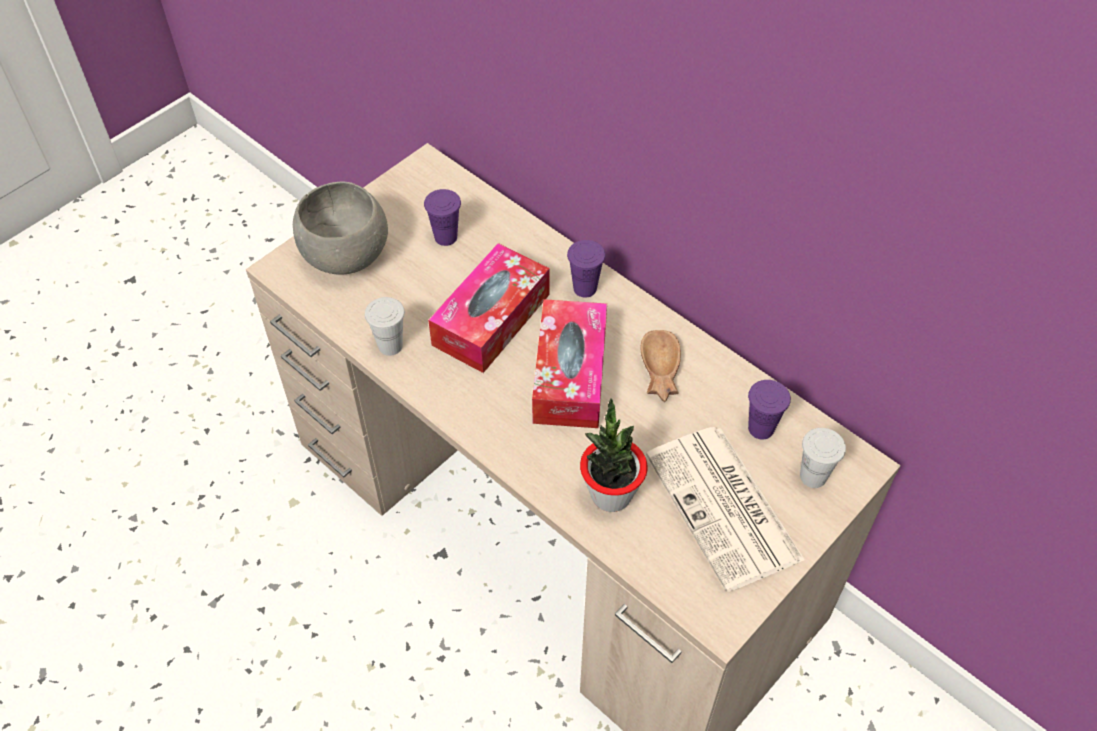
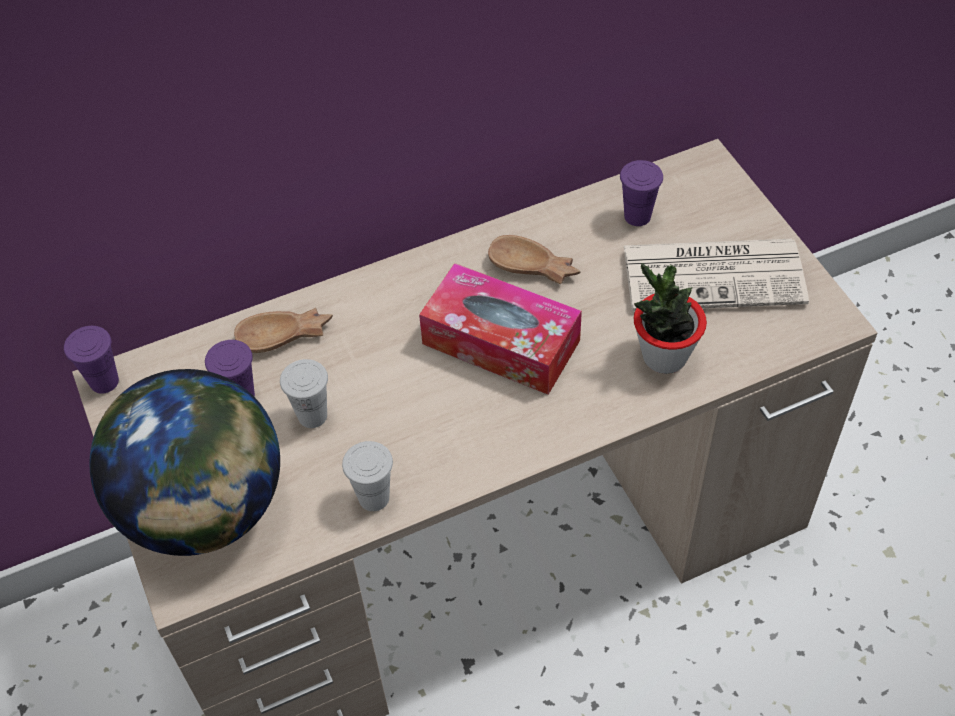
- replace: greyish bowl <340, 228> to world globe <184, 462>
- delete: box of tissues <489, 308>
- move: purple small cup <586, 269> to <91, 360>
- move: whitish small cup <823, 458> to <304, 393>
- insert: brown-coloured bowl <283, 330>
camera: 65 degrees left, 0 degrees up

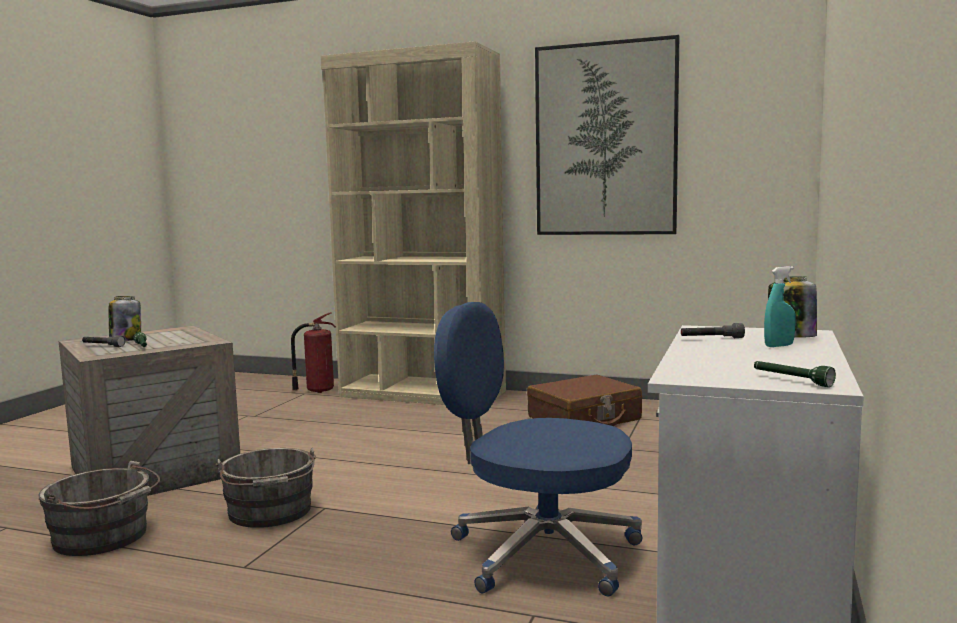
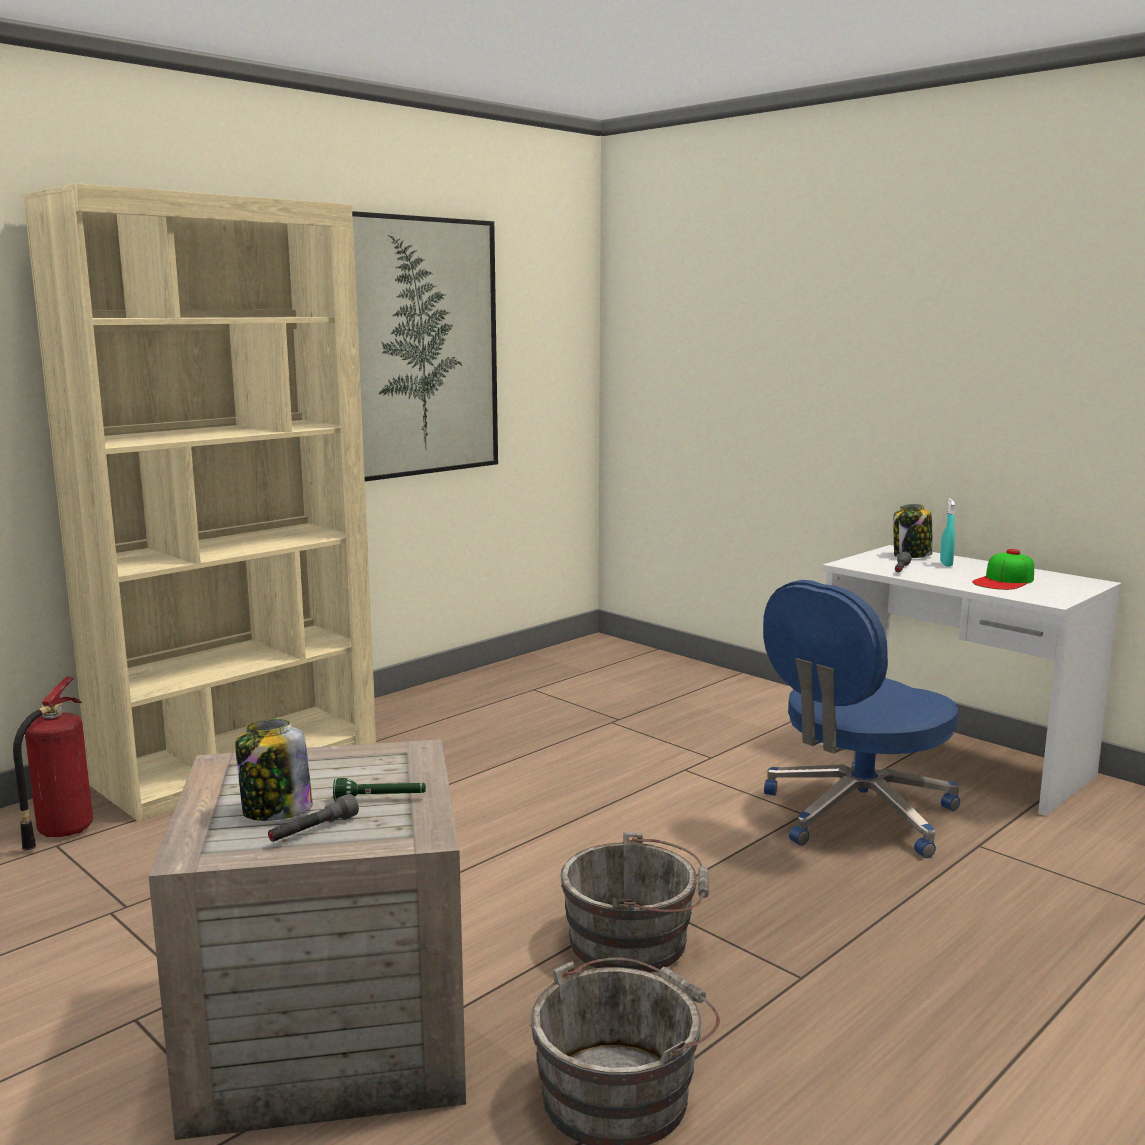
- delete: brown-coloured suitcase <584, 400>
- delete: green flashlight <795, 374>
- insert: baseball cap <1003, 569>
camera: 65 degrees left, 5 degrees up

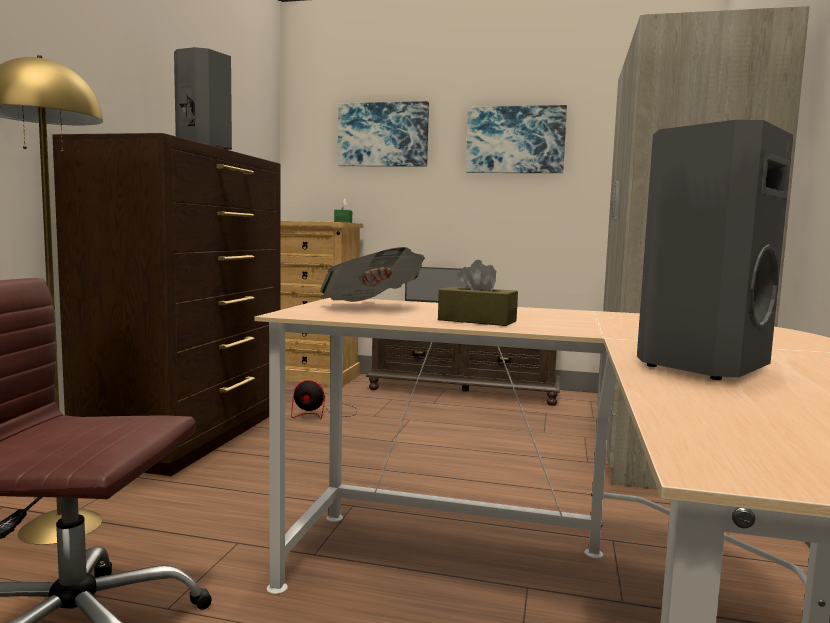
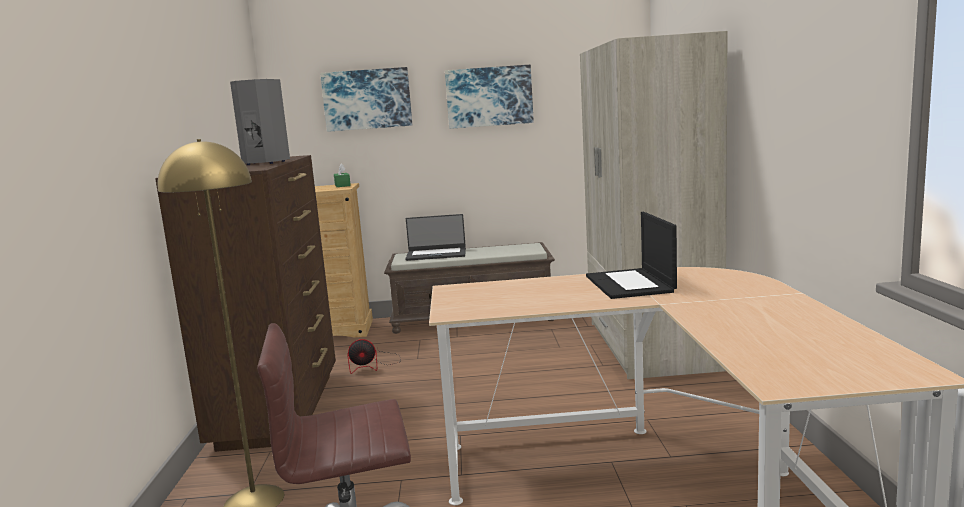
- delete: newspaper <372, 274>
- delete: brown-coloured box of tissues <478, 293>
- delete: greyish audio speaker <715, 250>
- insert: notebook computer <631, 255>
camera: 15 degrees left, 5 degrees up

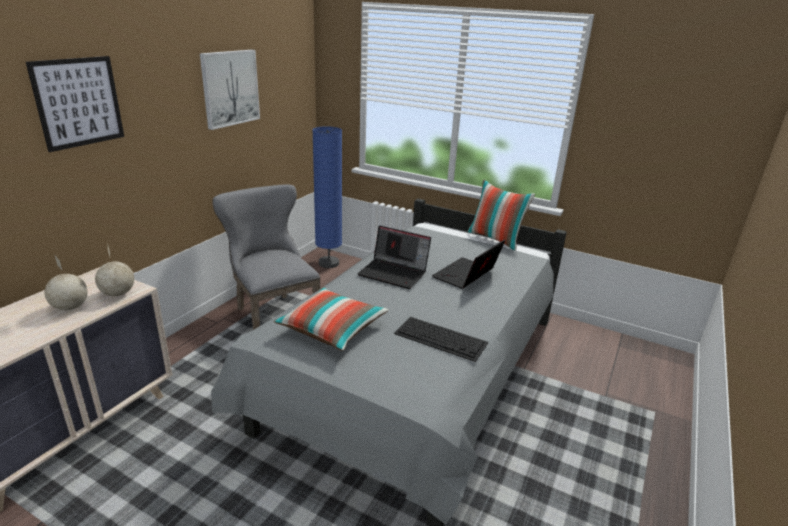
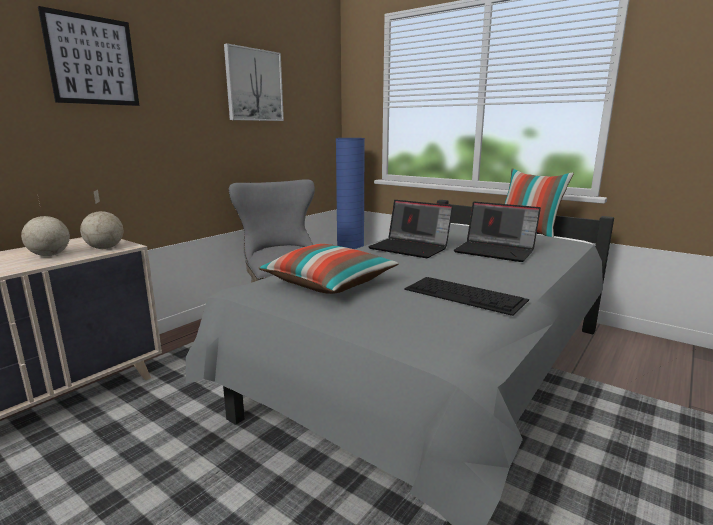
- rotate: notebook computer <469, 264> = <497, 232> 105 degrees counterclockwise
camera: 10 degrees right, 10 degrees down

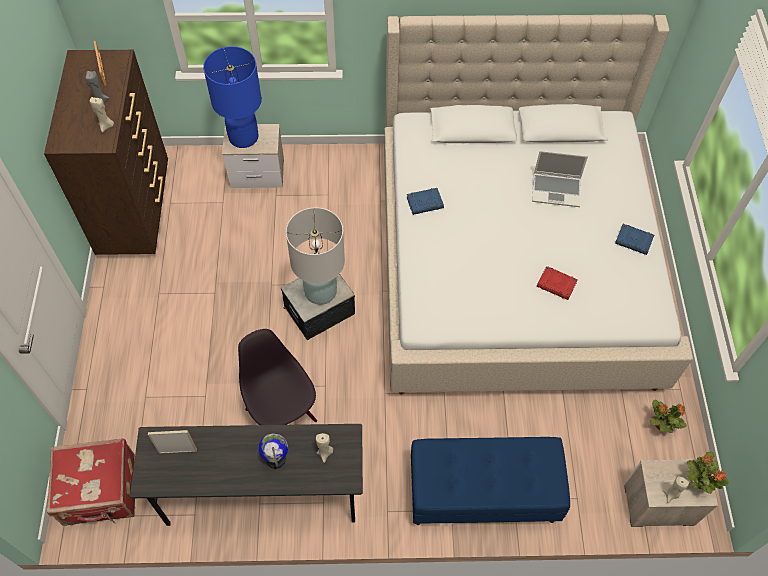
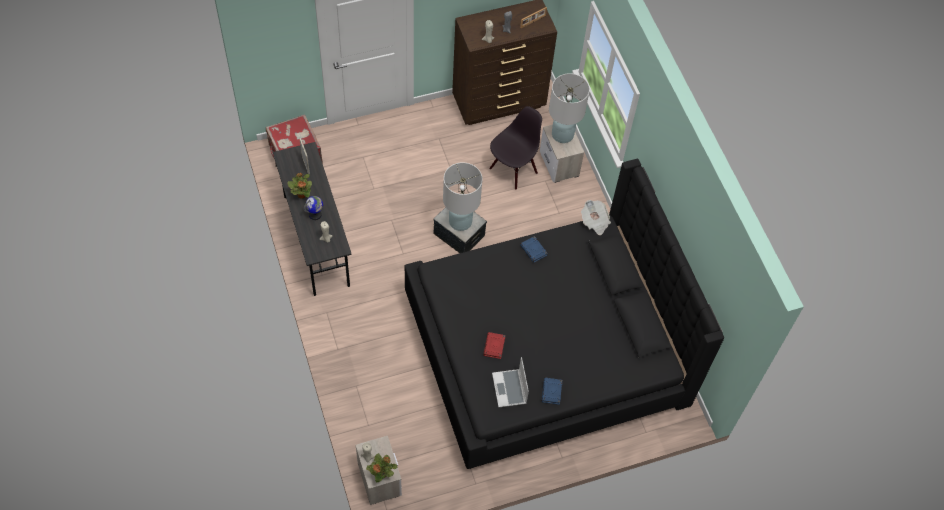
- recolor: blue tabletop lamp <232, 97> to whitish tabletop lamp <569, 108>
- move: black-coloured chair <277, 377> to <515, 148>
- recolor: beige sleeping bed <538, 204> to black-coloured sleeping bed <564, 314>
- delete: blue long seat <490, 481>
- move: notebook computer <560, 179> to <510, 382>
- move: plant in a pot <668, 416> to <299, 186>
- insert: newspaper <596, 217>
camera: 70 degrees right, 0 degrees up

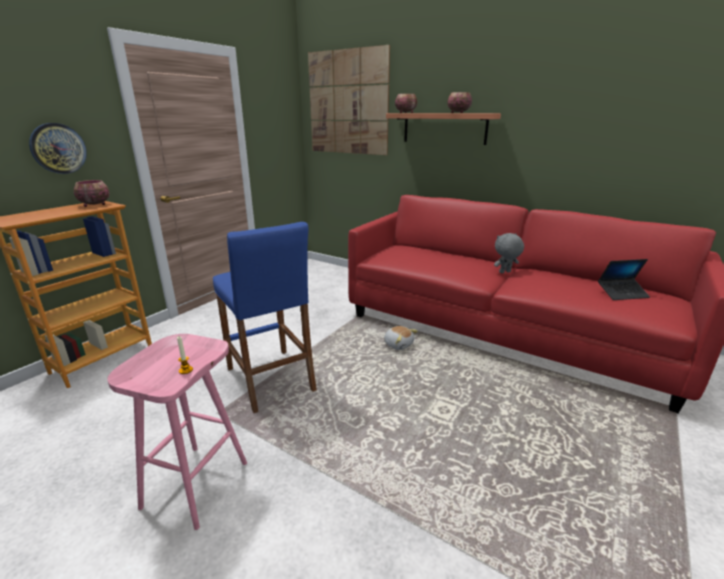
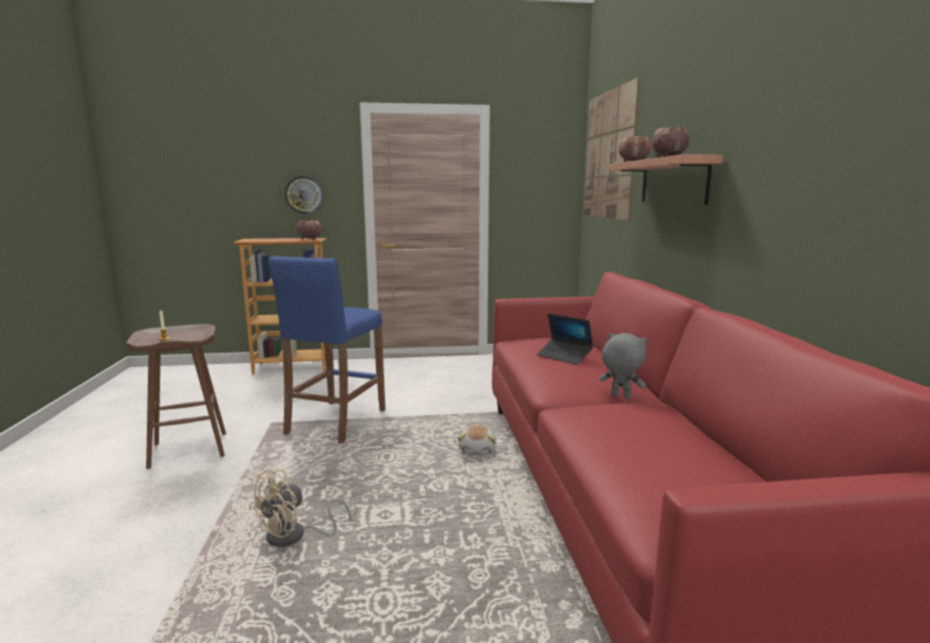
- recolor: pink stool <177, 432> to brown-coloured stool <176, 396>
- move: notebook computer <624, 279> to <565, 339>
- insert: beige fan <300, 508>
camera: 50 degrees right, 10 degrees down

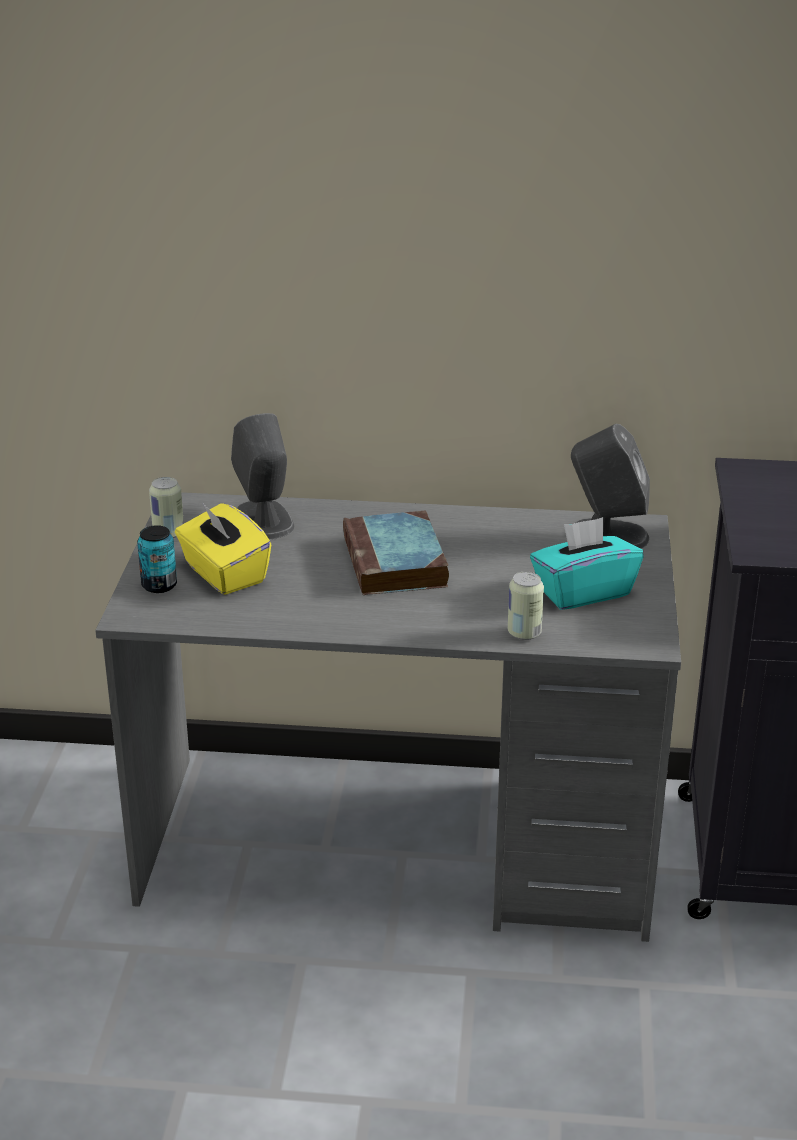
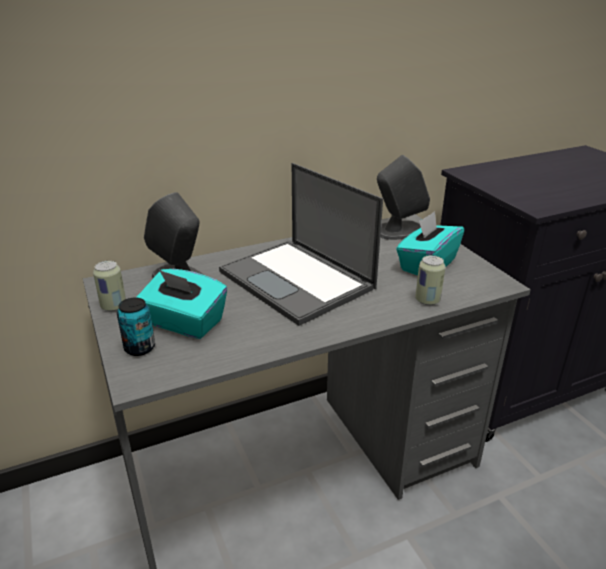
- recolor: yellow box of tissues <223, 548> to turquoise-coloured box of tissues <181, 304>
- replace: volume <396, 553> to notebook computer <301, 244>
camera: 30 degrees left, 0 degrees up

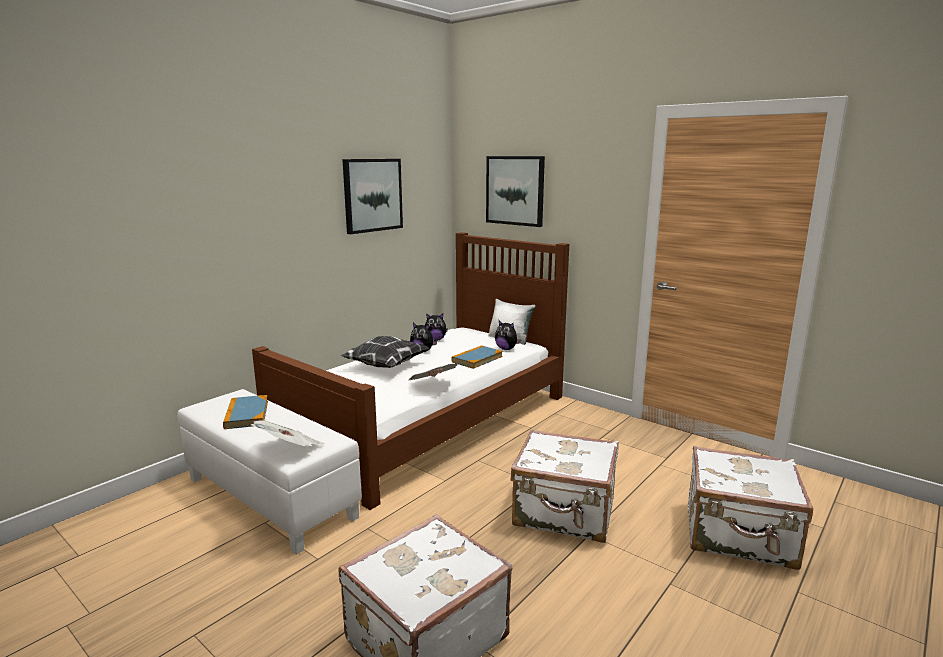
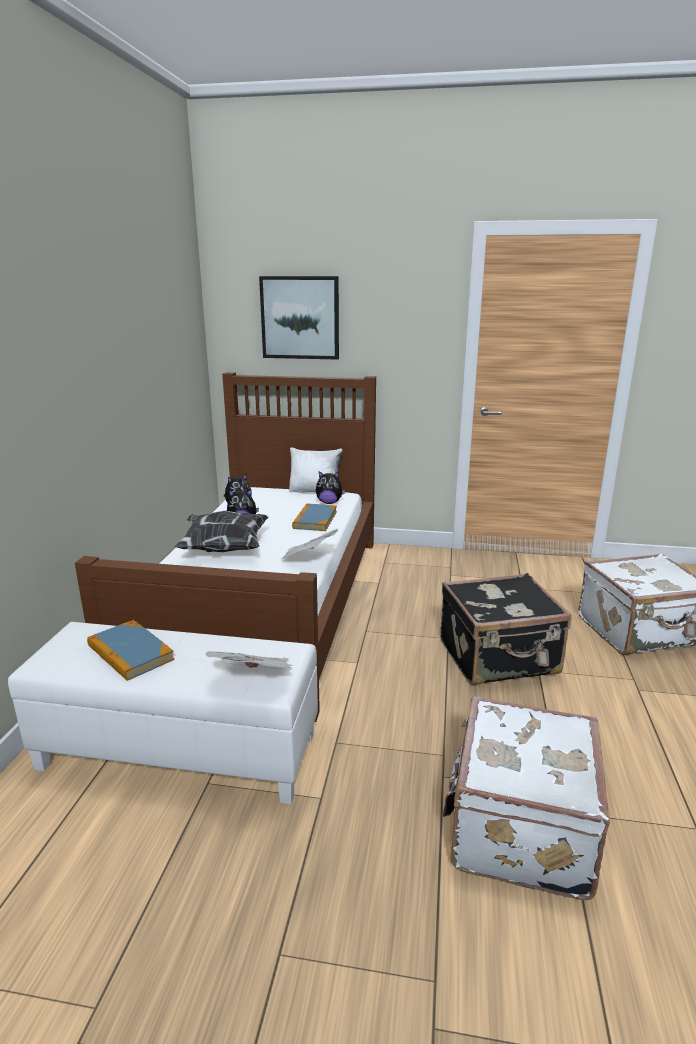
- delete: wall art <372, 196>
- recolor: whitish suitcase <564, 486> to black-coloured suitcase <506, 629>
camera: 30 degrees left, 5 degrees up

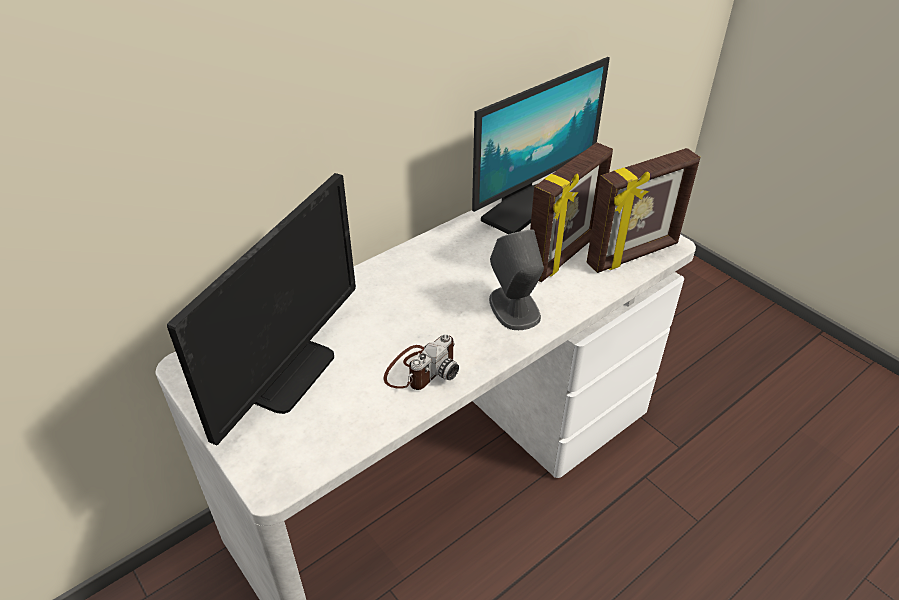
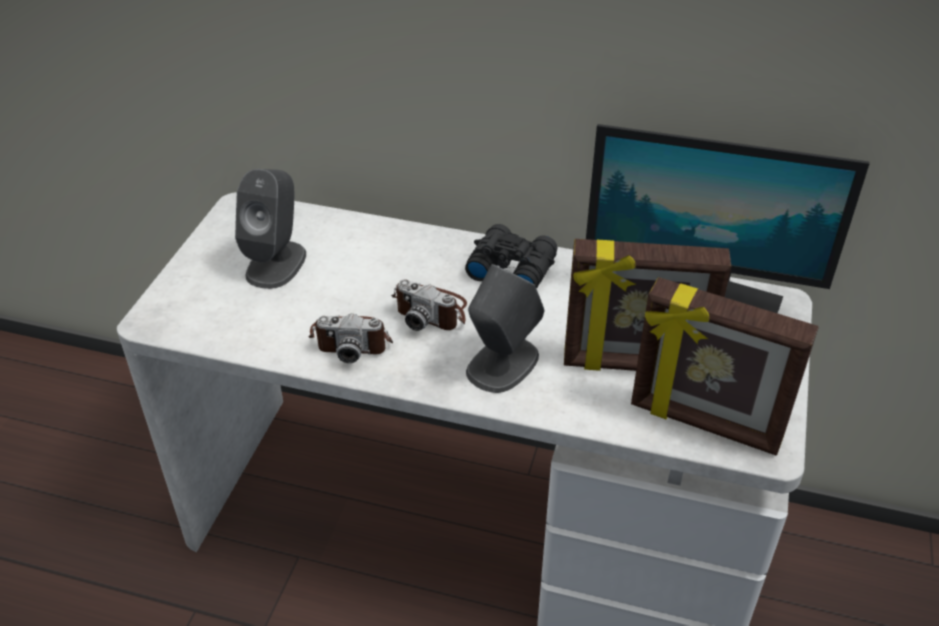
- replace: computer screen <261, 309> to greyish audio speaker <270, 229>
- insert: photo camera <429, 305>
- insert: black-coloured binoculars <511, 256>
camera: 55 degrees right, 0 degrees up

